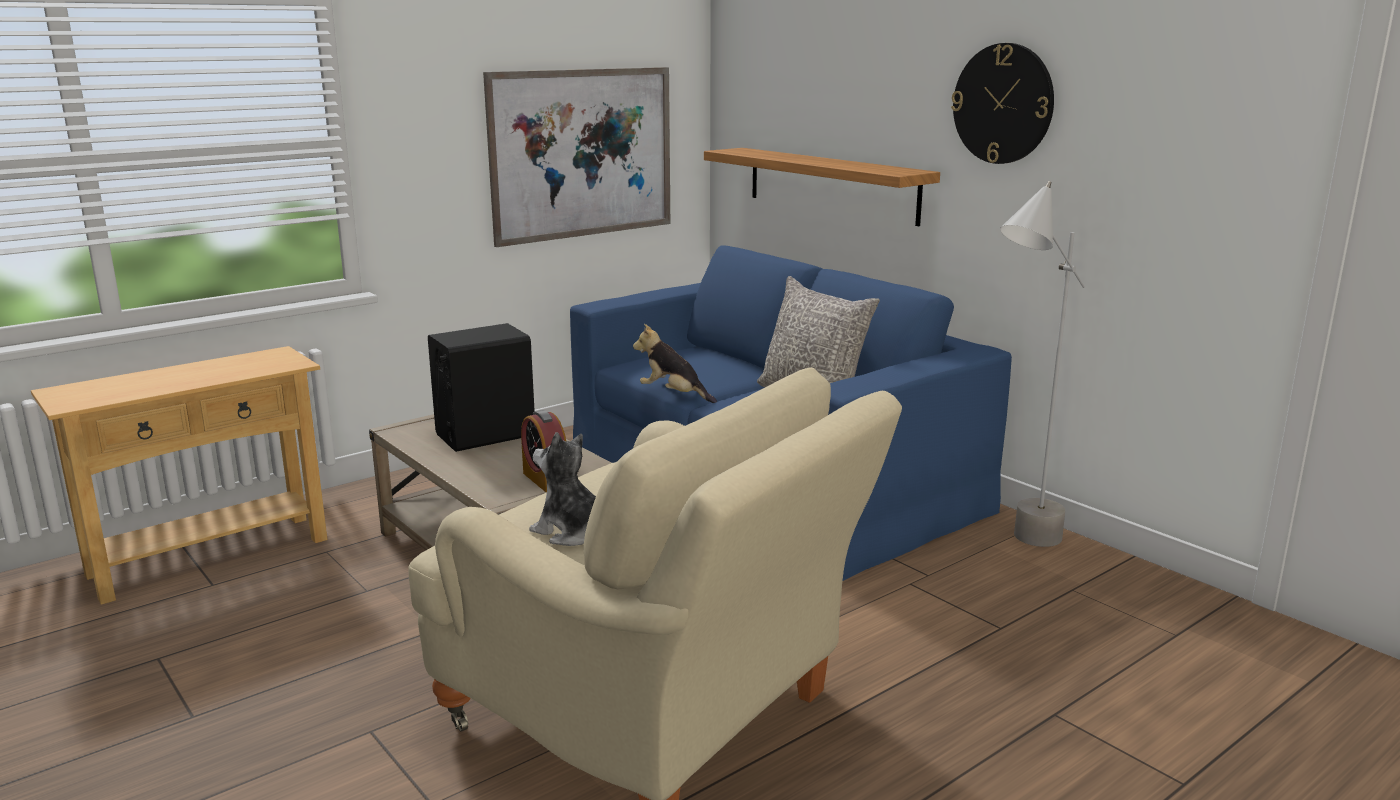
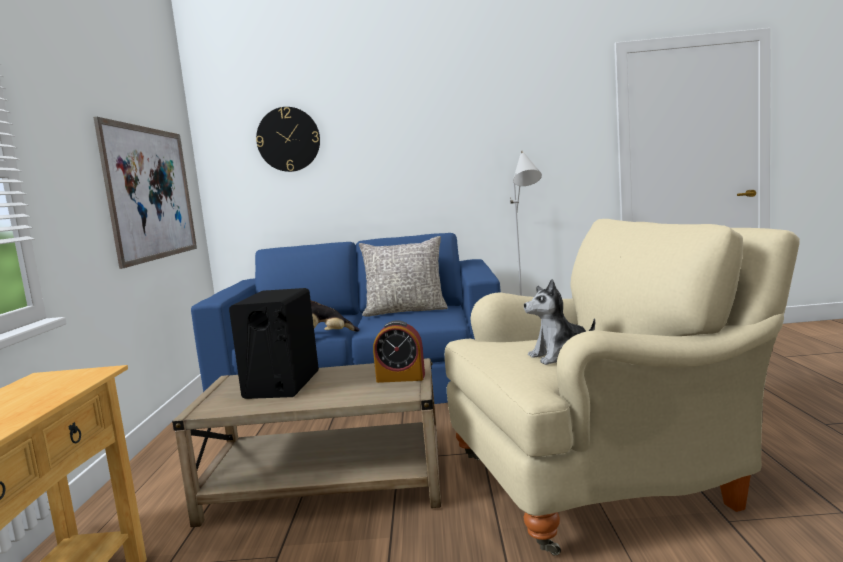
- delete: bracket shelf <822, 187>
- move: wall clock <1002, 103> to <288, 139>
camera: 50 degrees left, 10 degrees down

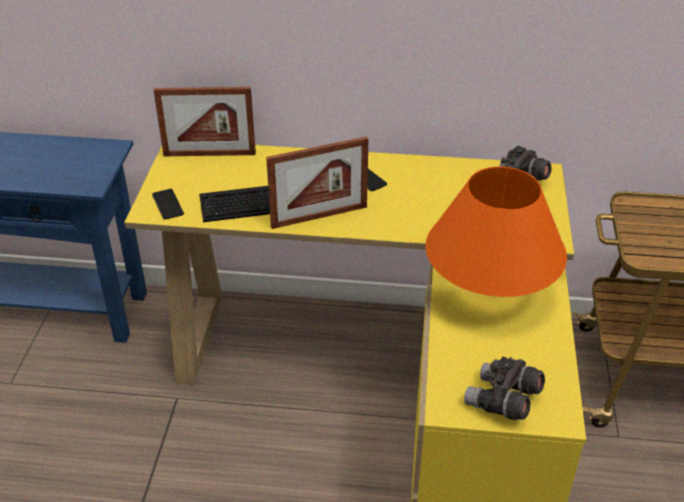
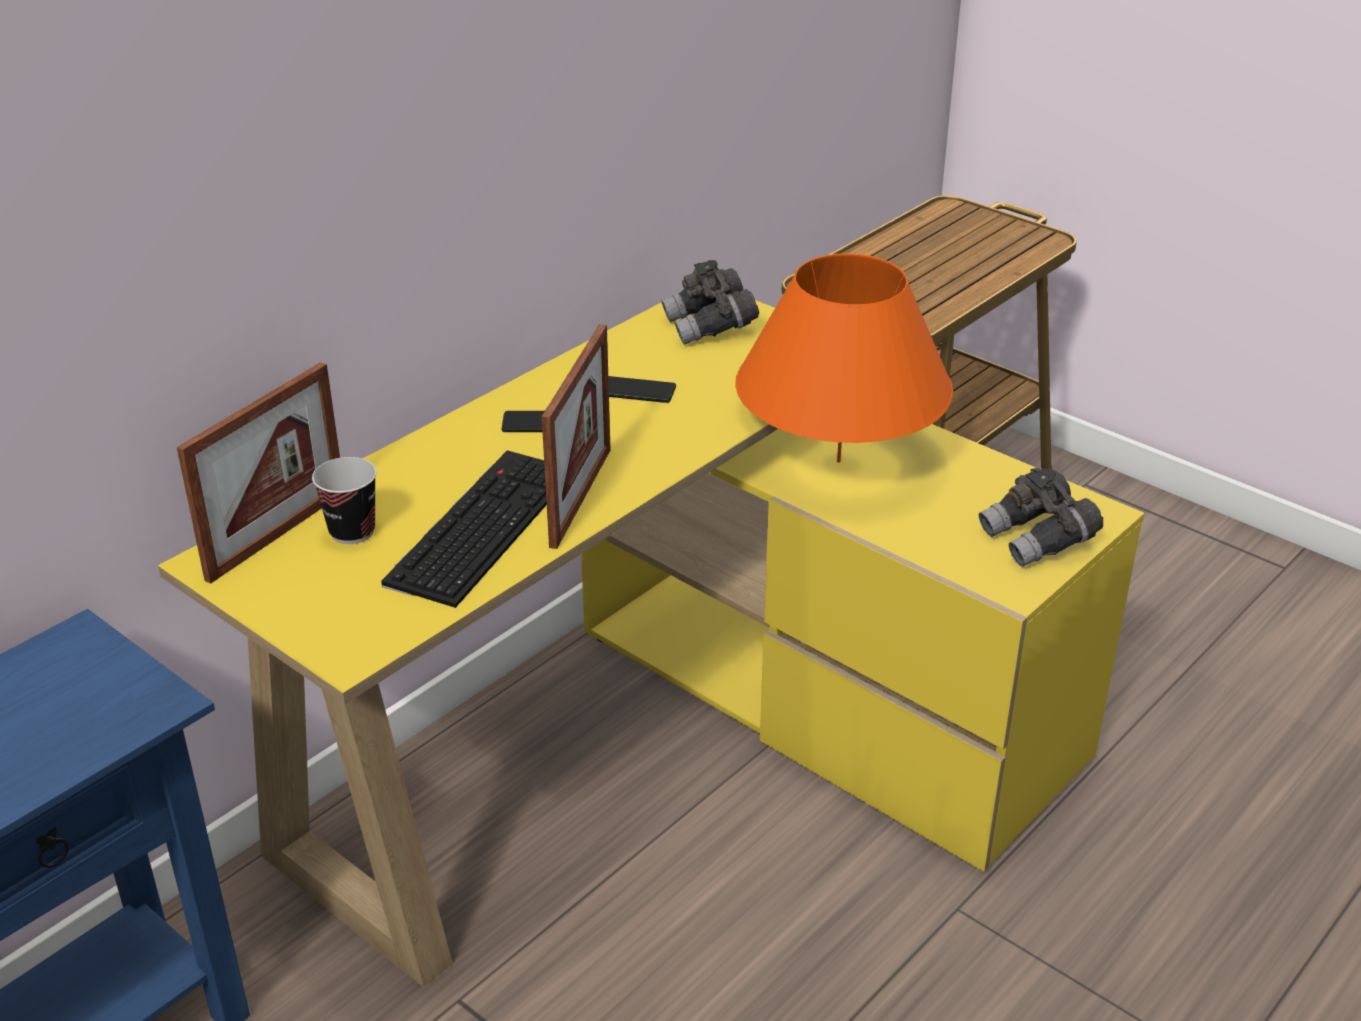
- move: phone <168, 204> to <642, 389>
- insert: small cup <344, 500>
camera: 55 degrees left, 5 degrees down

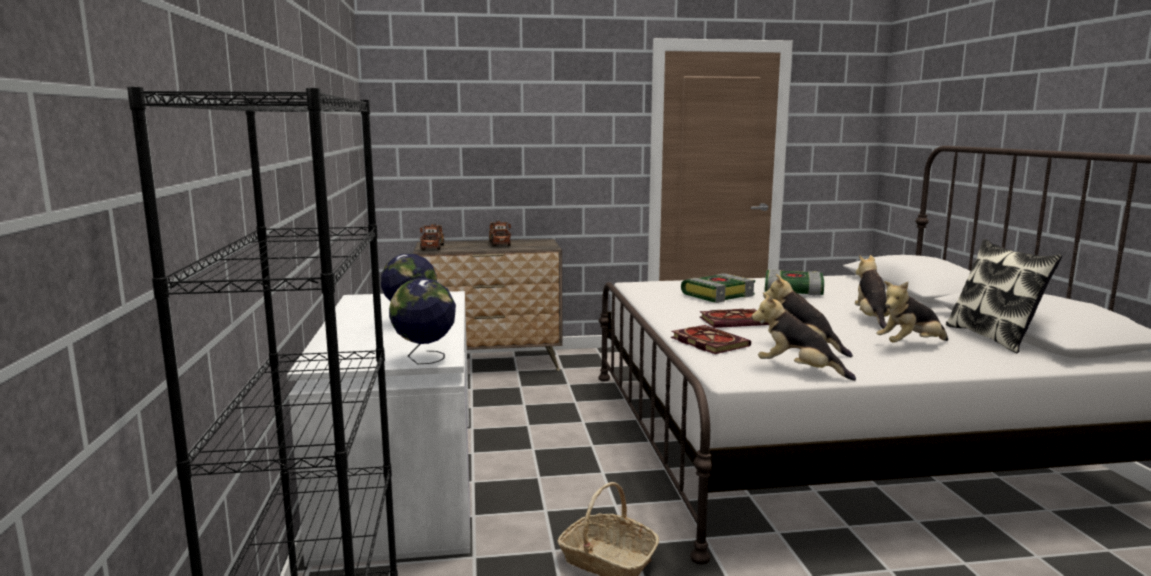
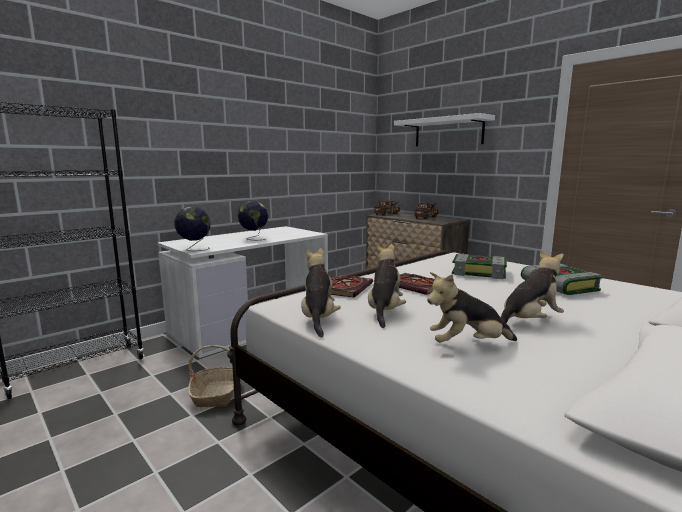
- rotate: plush toy <912, 312> = <472, 307> 45 degrees counterclockwise
- delete: pillow <1004, 296>
- insert: whitish bracket shelf <444, 129>
camera: 55 degrees right, 0 degrees up

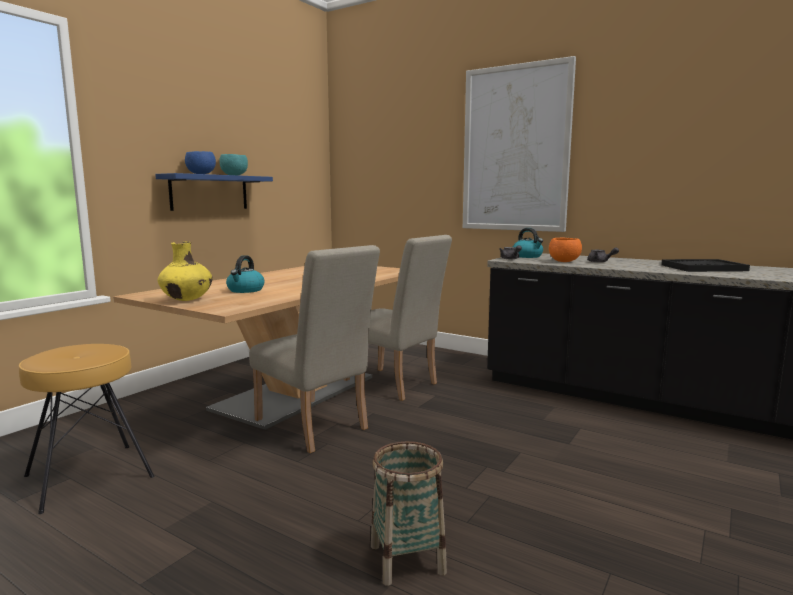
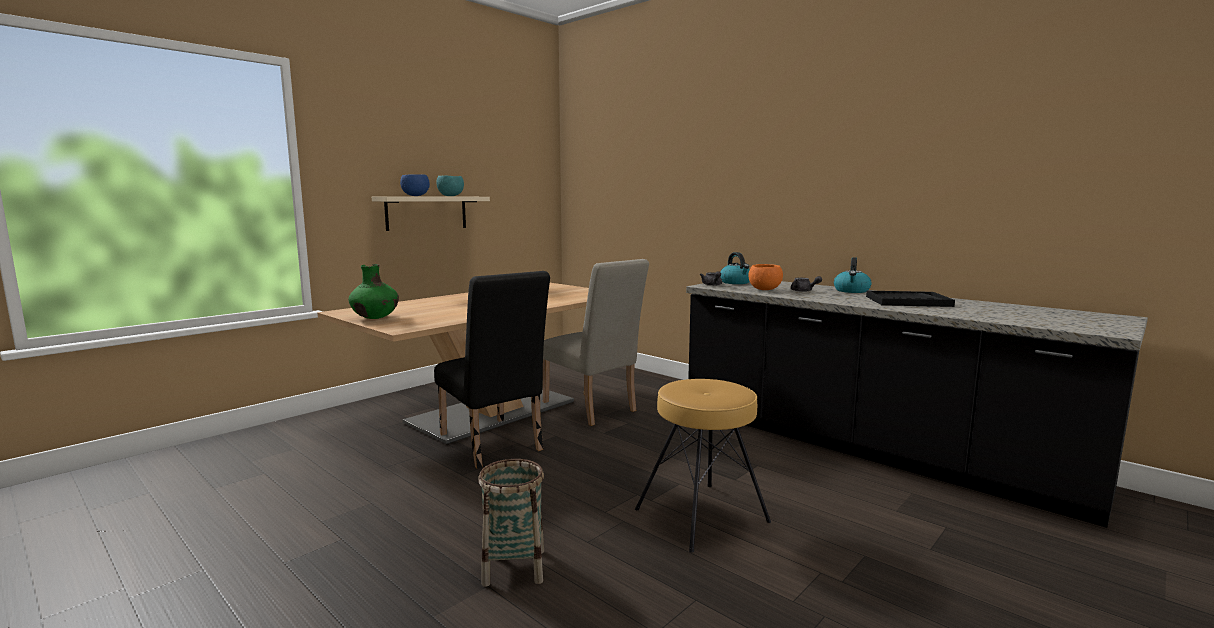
- move: brown-coloured stool <87, 429> to <703, 466>
- recolor: blue bracket shelf <214, 192> to beige bracket shelf <431, 213>
- recolor: yellow vase <185, 271> to green vase <373, 291>
- move: water kettle <245, 274> to <853, 275>
- recolor: beige chair <314, 349> to black-coloured chair <492, 370>
- delete: wall art <519, 144>
camera: 10 degrees right, 0 degrees up

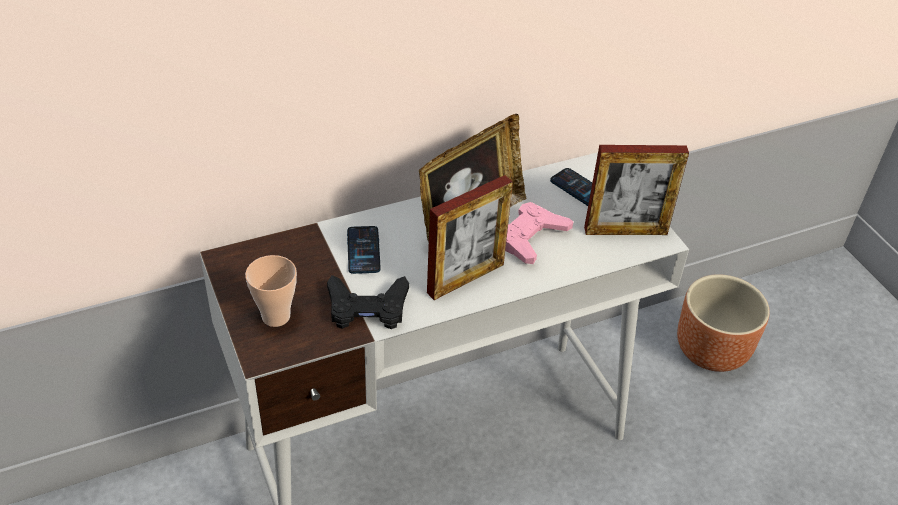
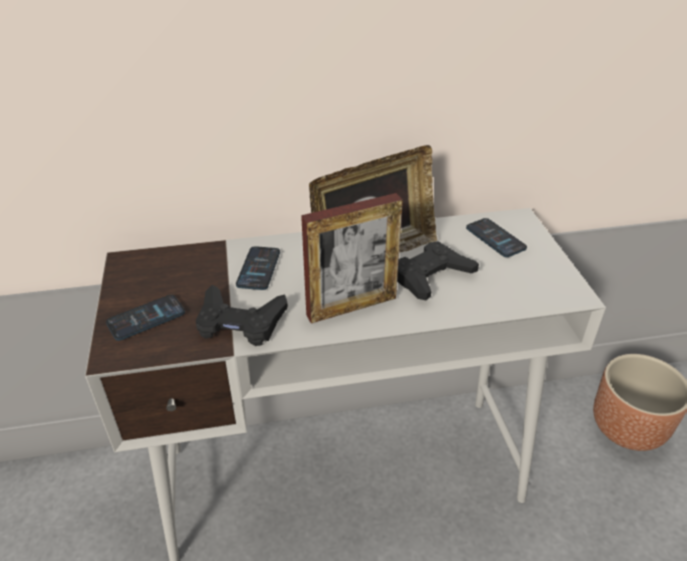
- replace: small cup <271, 291> to phone <145, 318>
- recolor: pink gamepad <539, 233> to black-coloured gamepad <438, 271>
- delete: picture frame <636, 190>
camera: 15 degrees right, 5 degrees down

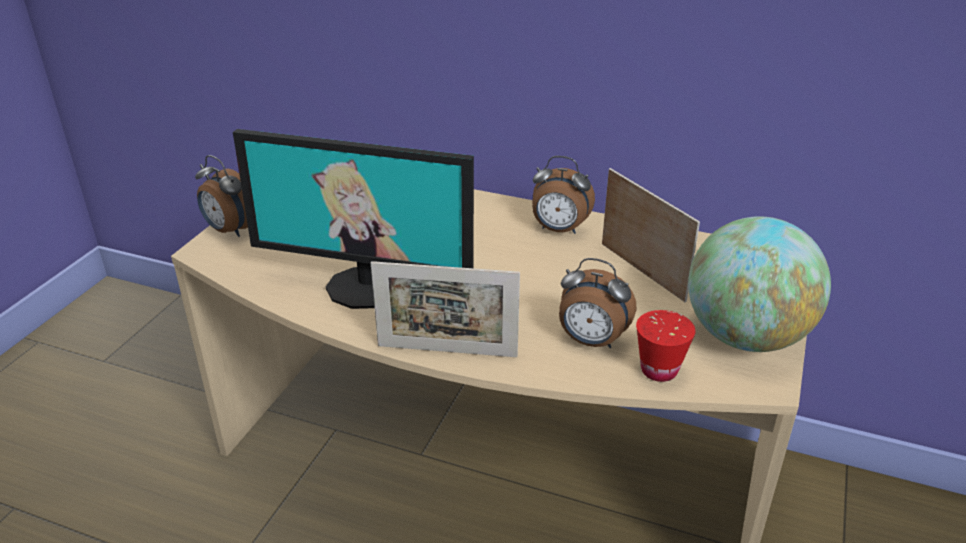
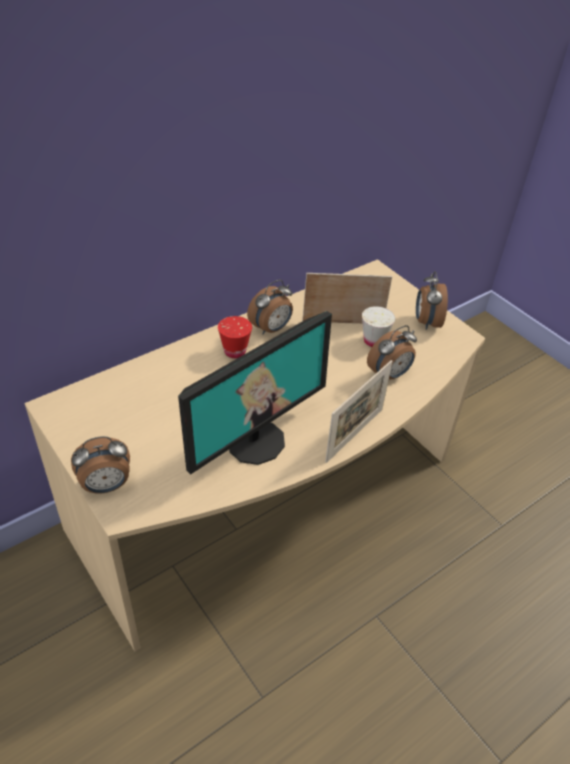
- move: red-coloured small cup <666, 346> to <235, 337>
- replace: world globe <759, 284> to table clock <432, 300>
- insert: whitish small cup <378, 326>
camera: 60 degrees left, 10 degrees up

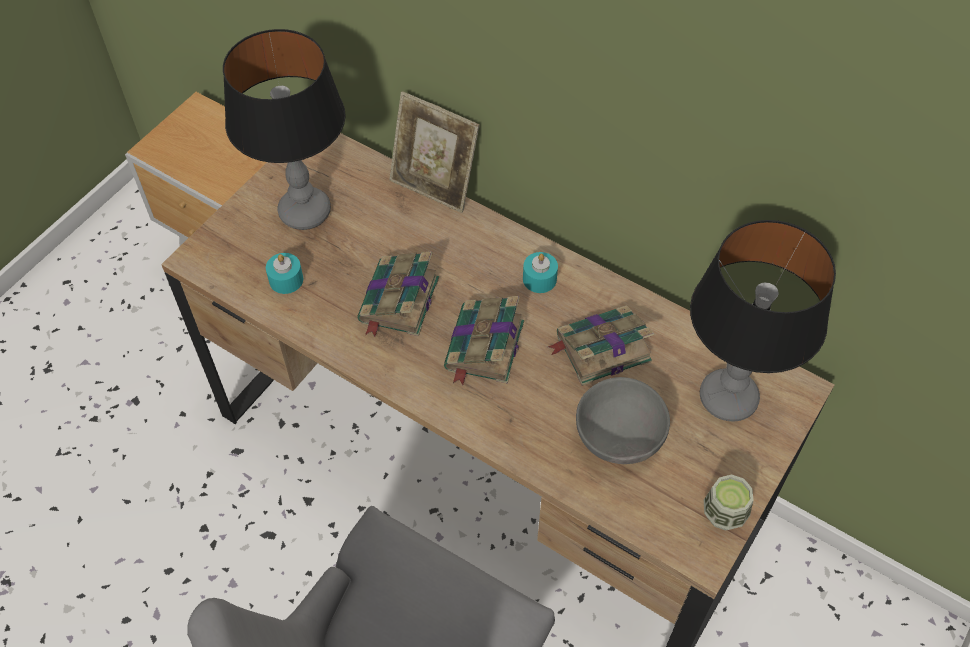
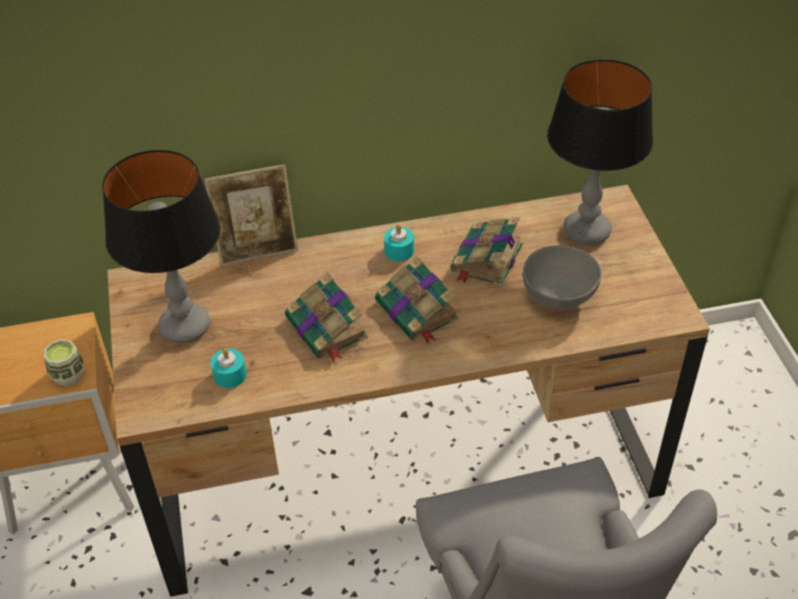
- move: small cup <728, 502> to <64, 362>
camera: 45 degrees left, 10 degrees down

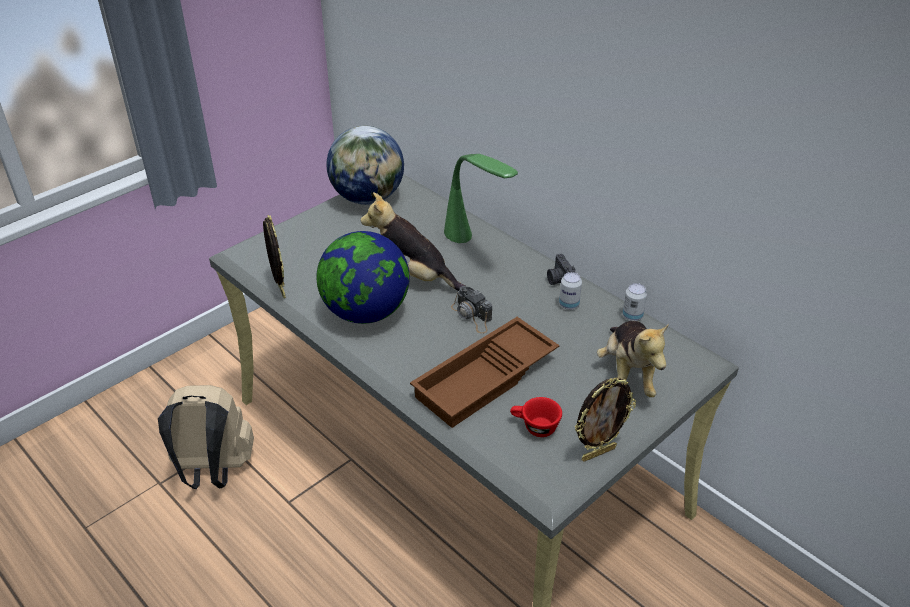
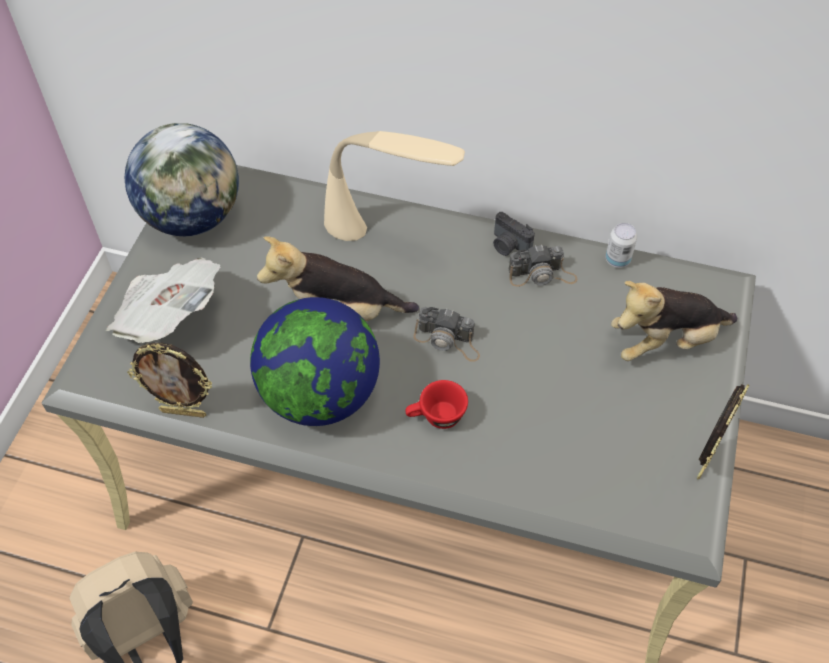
- rotate: picture frame <274, 256> = <169, 380> 150 degrees clockwise
- delete: brown-coloured carrying tray <484, 372>
- recolor: green tabletop lamp <481, 198> to beige tabletop lamp <394, 186>
- move: red-coloured small cup <536, 417> to <436, 404>
- replace: can <570, 291> to photo camera <542, 265>
- rotate: plush toy <633, 359> = <674, 321> 105 degrees clockwise
- insert: newspaper <163, 300>
camera: 30 degrees left, 15 degrees up

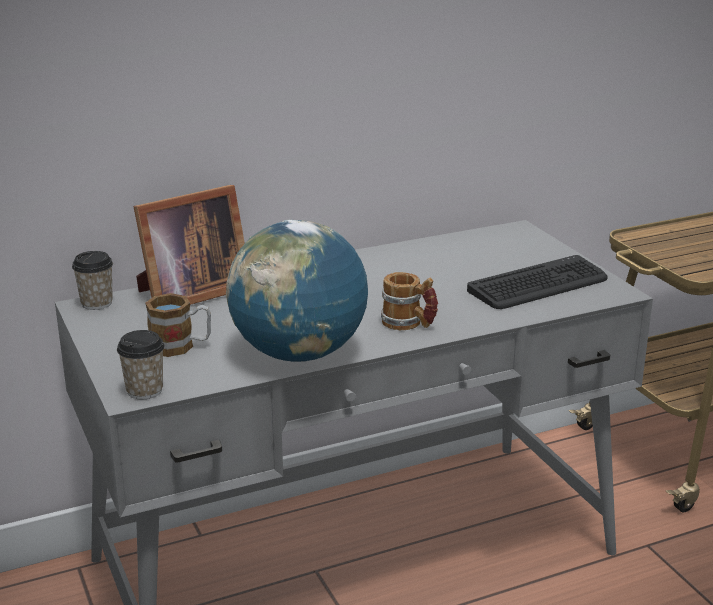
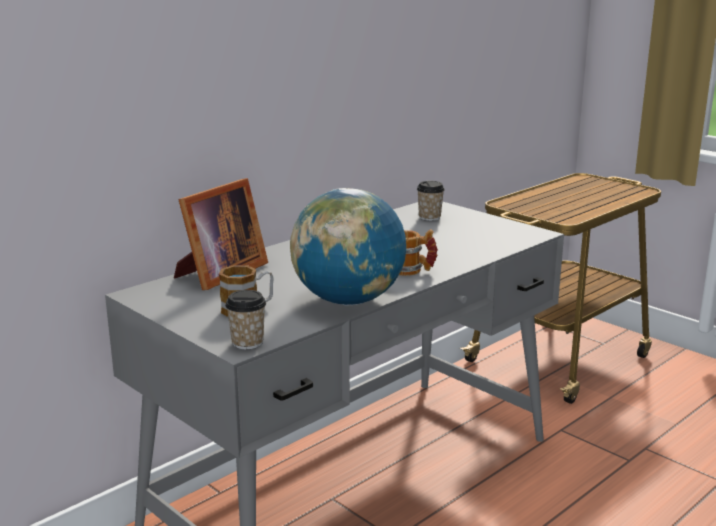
- move: small cup <92, 280> to <431, 201>
- delete: PC keyboard <537, 282>
camera: 20 degrees left, 5 degrees down

